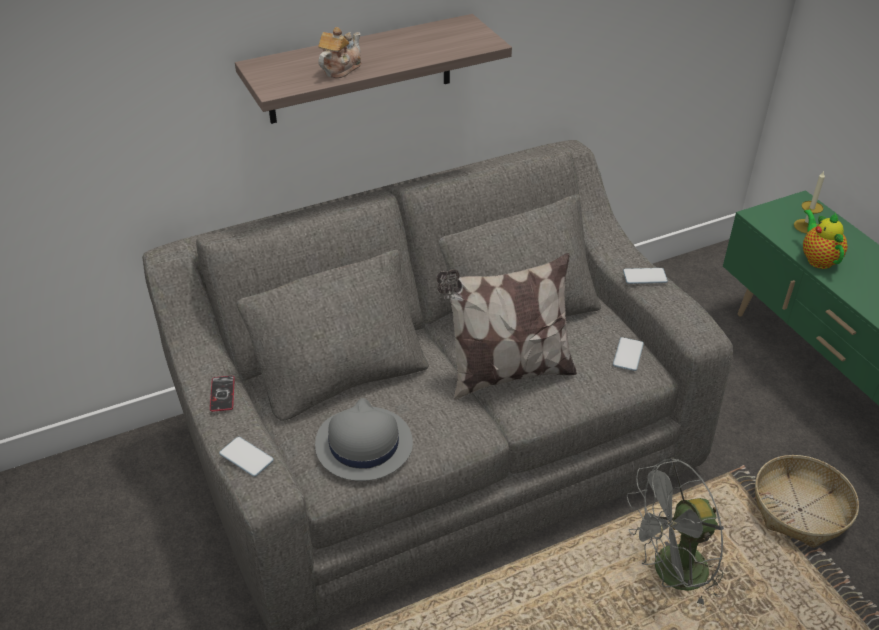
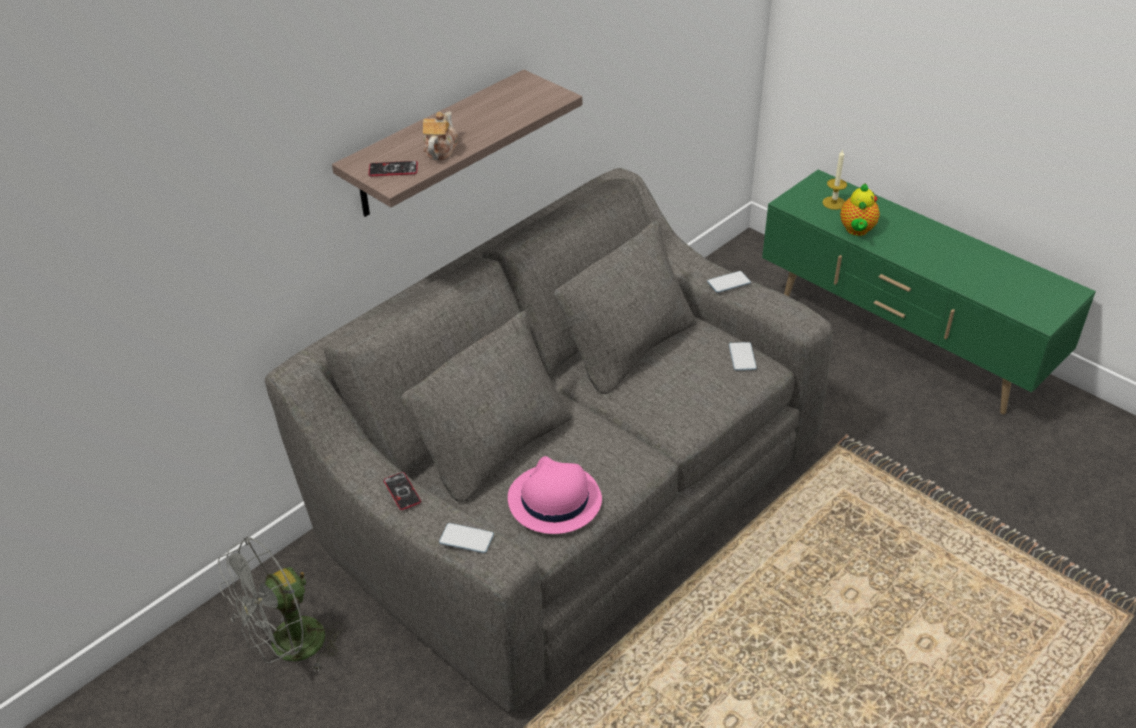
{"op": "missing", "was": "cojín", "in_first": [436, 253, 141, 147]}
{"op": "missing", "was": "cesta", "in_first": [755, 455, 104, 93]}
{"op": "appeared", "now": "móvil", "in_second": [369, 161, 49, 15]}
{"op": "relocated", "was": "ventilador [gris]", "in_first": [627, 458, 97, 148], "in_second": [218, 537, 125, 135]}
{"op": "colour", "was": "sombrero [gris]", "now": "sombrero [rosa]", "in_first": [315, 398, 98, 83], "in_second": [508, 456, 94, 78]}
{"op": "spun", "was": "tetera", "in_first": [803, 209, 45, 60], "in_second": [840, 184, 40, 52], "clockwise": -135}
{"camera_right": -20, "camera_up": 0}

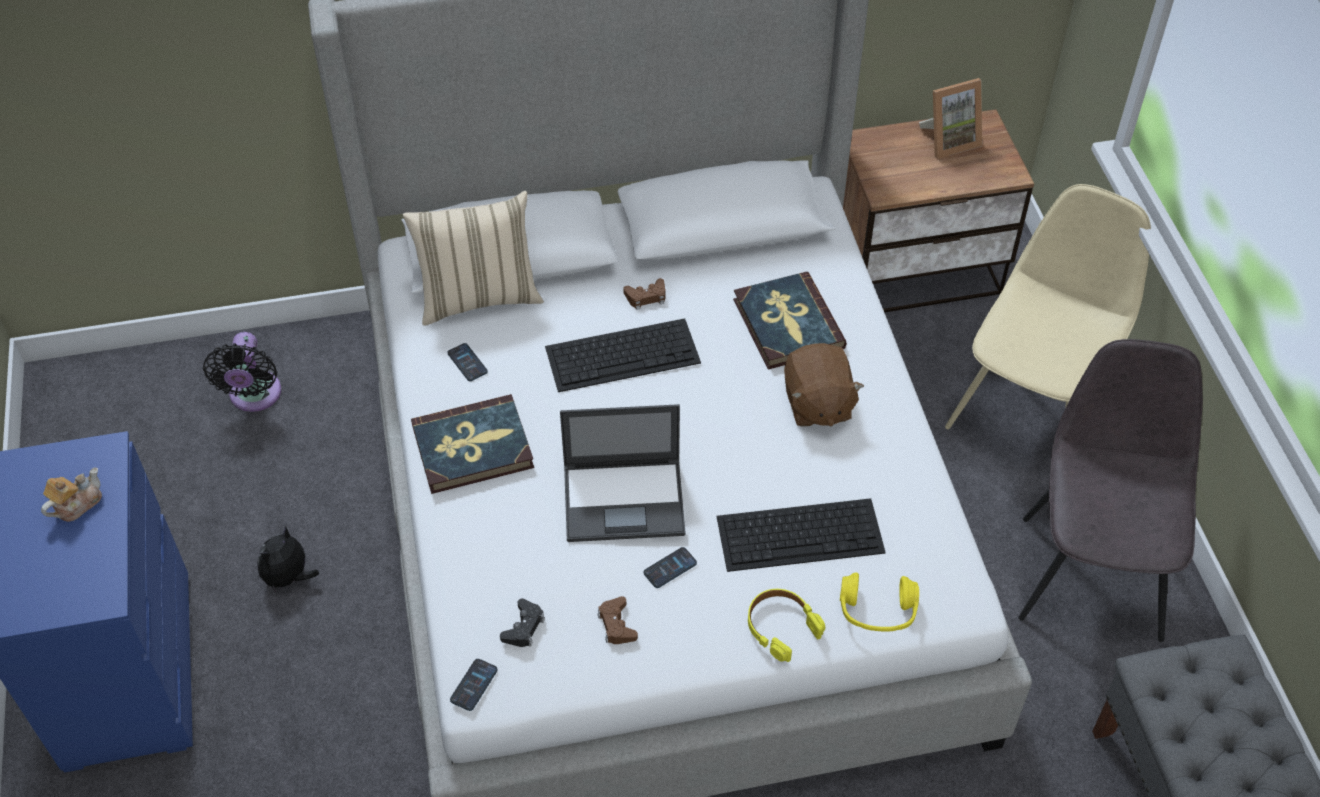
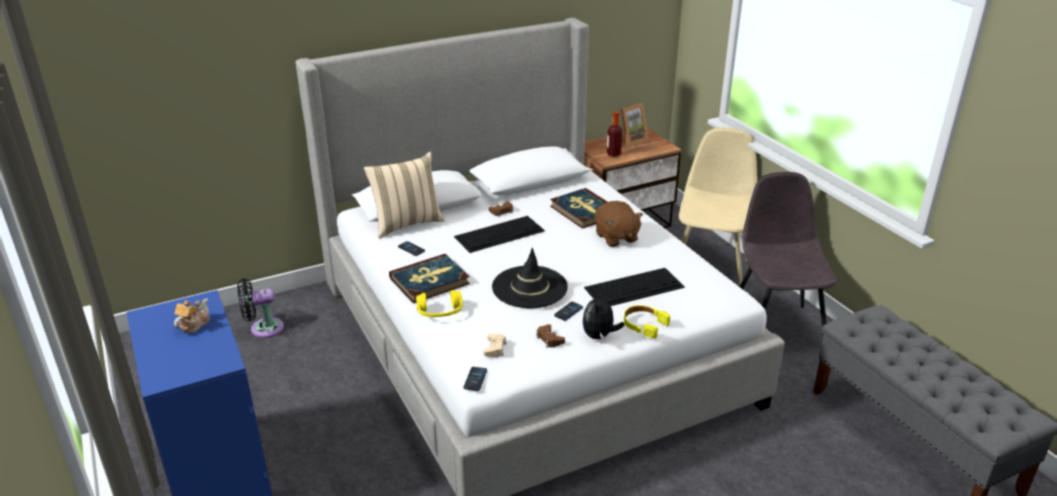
{"op": "appeared", "now": "botella", "in_second": [607, 111, 16, 46]}
{"op": "relocated", "was": "peluche", "in_first": [257, 526, 62, 69], "in_second": [582, 290, 42, 51]}
{"op": "relocated", "was": "auriculares [amarillo]", "in_first": [840, 572, 79, 59], "in_second": [416, 290, 47, 27]}
{"op": "exchanged", "was": "portátil", "now": "sombrero [negro]", "in_first": [560, 404, 126, 138], "in_second": [492, 248, 76, 60]}
{"op": "colour", "was": "mando de consola [negro]", "now": "mando de consola [beis]", "in_first": [500, 599, 45, 48], "in_second": [483, 334, 23, 23]}
{"op": "spun", "was": "ventilador [negro]", "in_first": [203, 332, 78, 80], "in_second": [237, 278, 47, 60], "clockwise": 90}
{"camera_right": -15, "camera_up": -20}

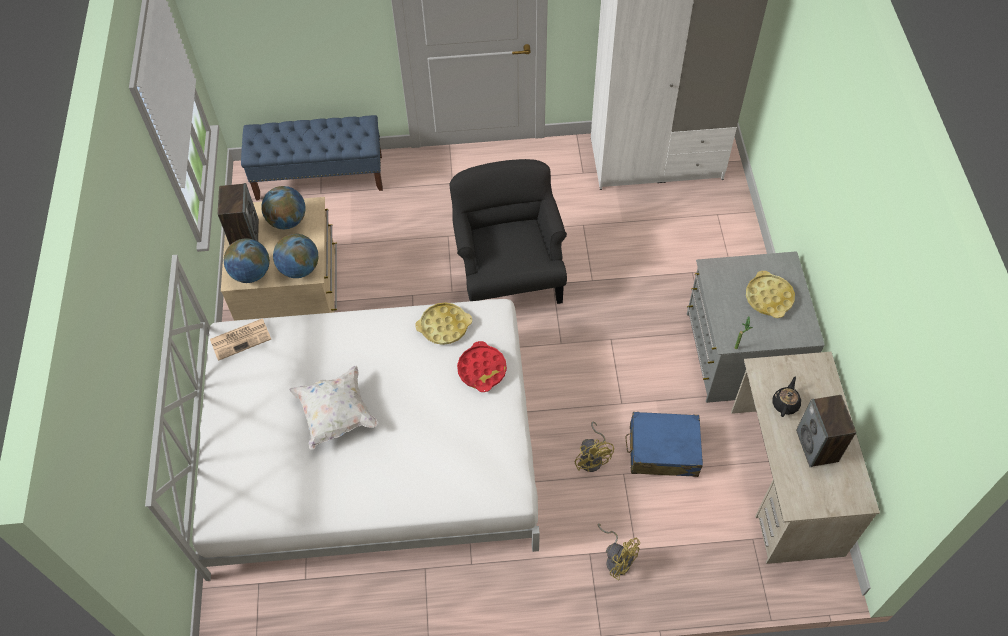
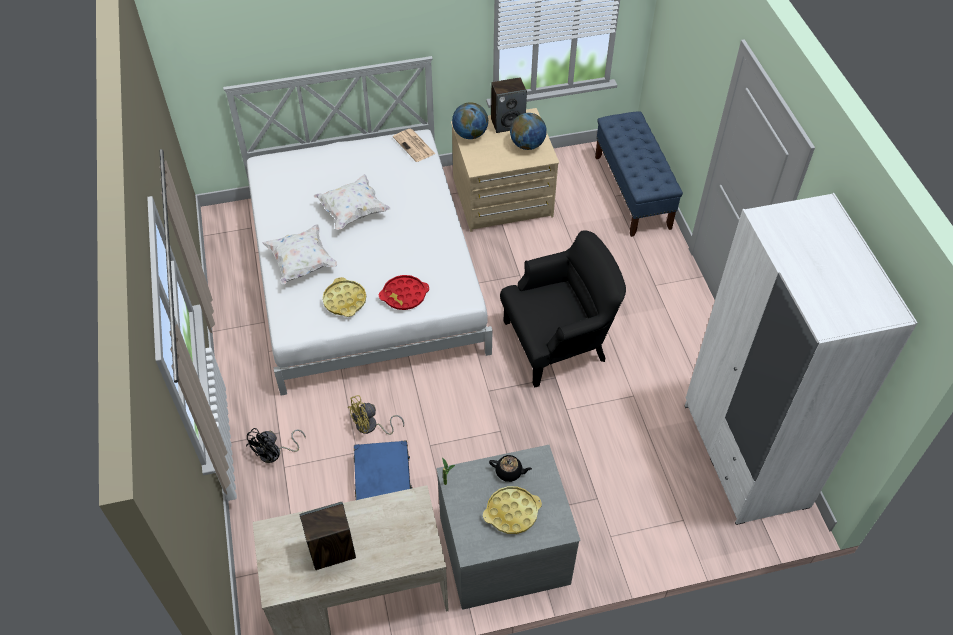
{"op": "missing", "was": "globo terráqueo", "in_first": [273, 234, 46, 44]}
{"op": "appeared", "now": "cojín [blanco]", "in_second": [262, 224, 75, 60]}
{"op": "relocated", "was": "bandeja [amarillo]", "in_first": [415, 302, 57, 43], "in_second": [322, 277, 44, 40]}
{"op": "relocated", "was": "tetera [negro]", "in_first": [772, 377, 29, 40], "in_second": [489, 455, 43, 27]}
{"op": "colour", "was": "ventilador [amarillo]", "now": "ventilador [negro]", "in_first": [598, 523, 42, 58], "in_second": [246, 428, 60, 35]}
{"camera_right": 80, "camera_up": -5}

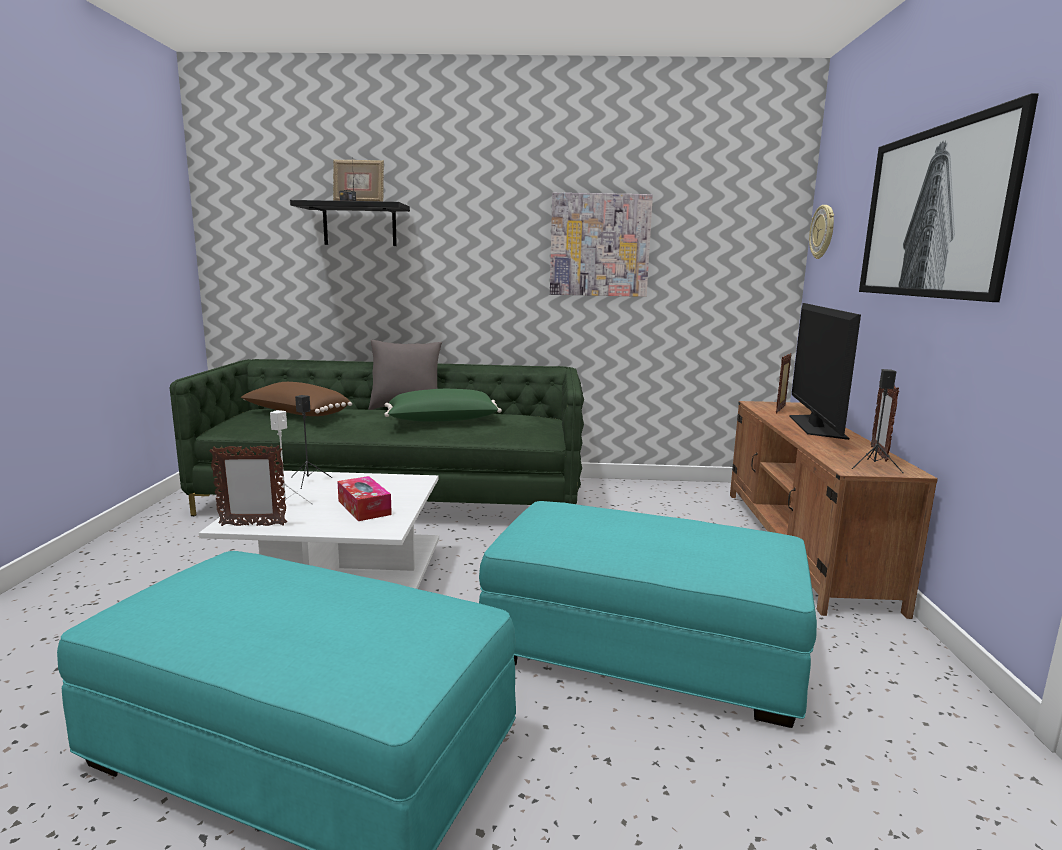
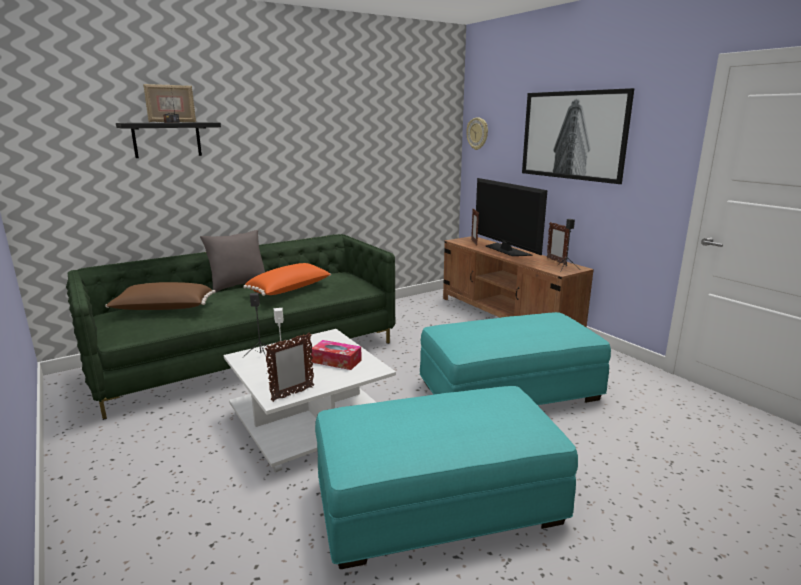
{"op": "missing", "was": "cuadro", "in_first": [550, 193, 103, 104]}
{"op": "colour", "was": "cojín [verde]", "now": "cojín [naranja]", "in_first": [384, 389, 118, 33], "in_second": [243, 263, 88, 33]}
{"camera_right": -35, "camera_up": 5}

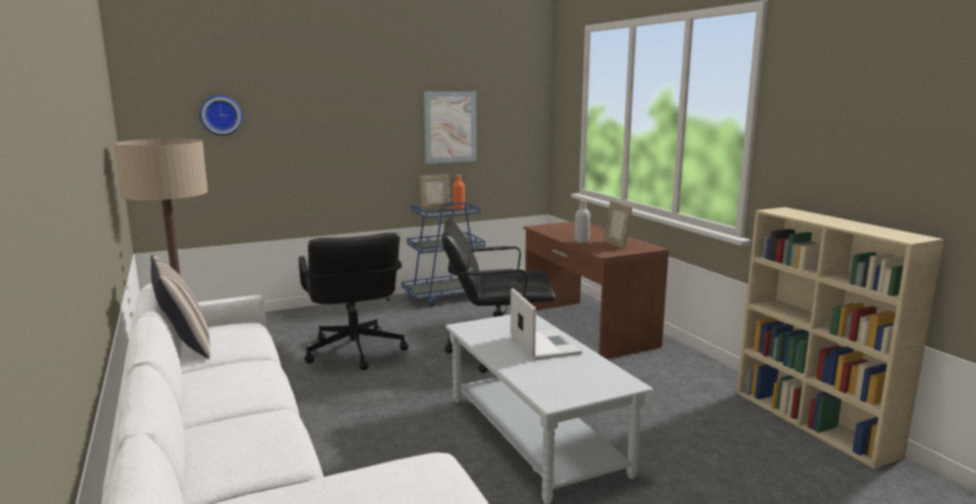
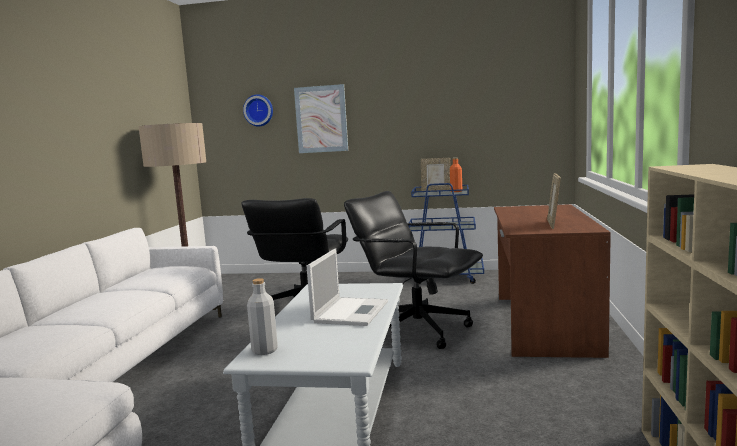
{"op": "missing", "was": "cojín", "in_first": [151, 255, 59, 104]}
{"op": "relocated", "was": "cuadro", "in_first": [424, 91, 53, 73], "in_second": [294, 84, 54, 69]}
{"op": "relocated", "was": "botella [gris]", "in_first": [574, 201, 16, 42], "in_second": [247, 278, 31, 77]}
{"camera_right": 35, "camera_up": -5}

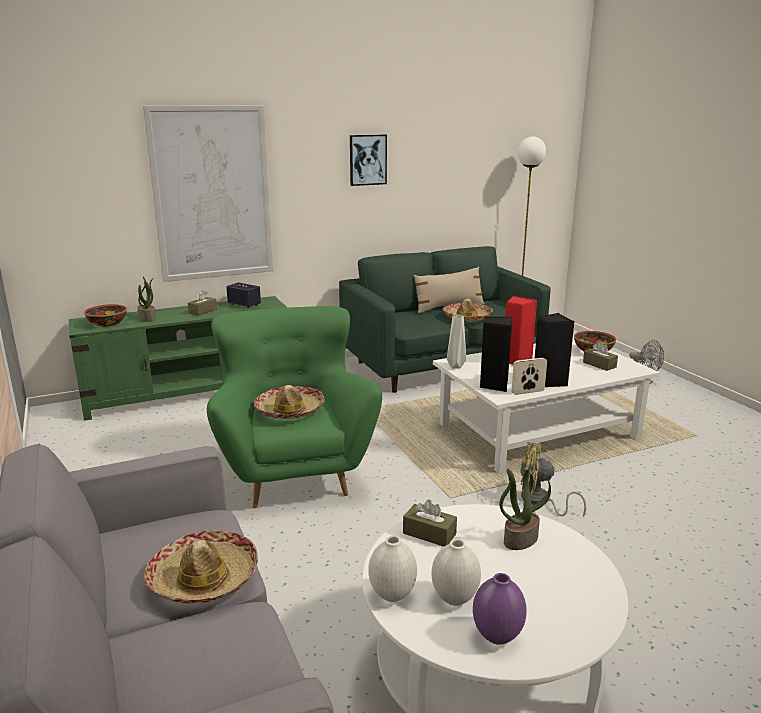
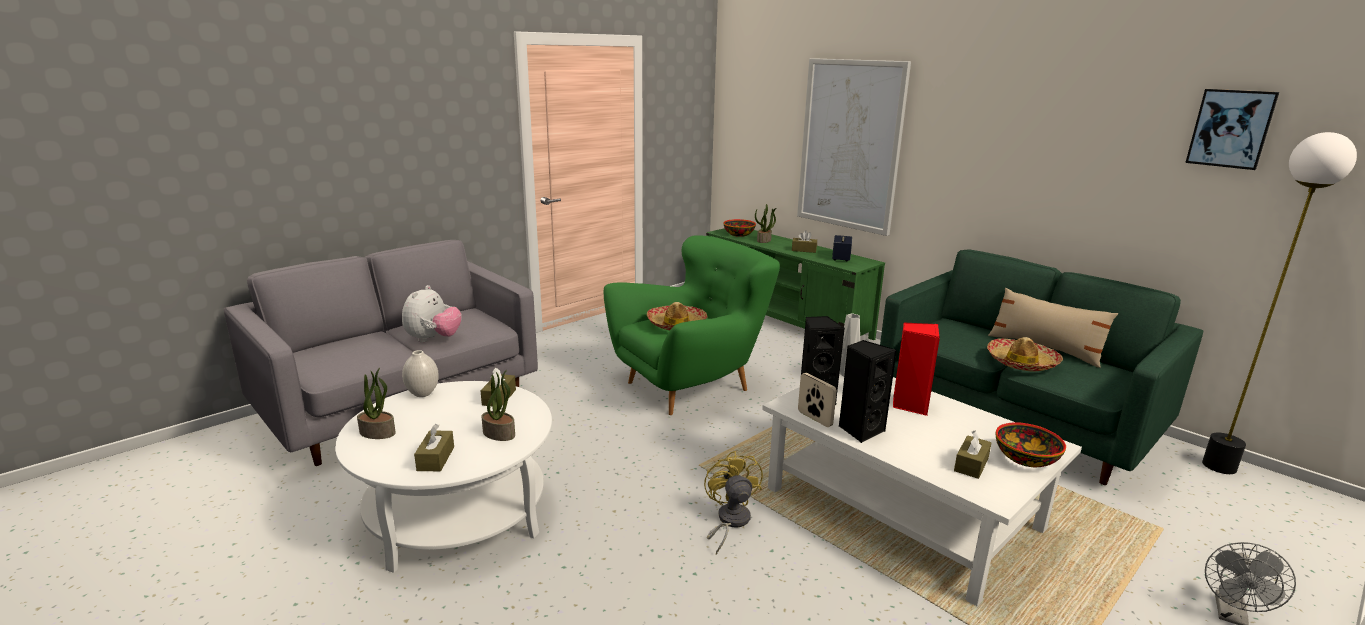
{"op": "missing", "was": "florero [blanco]", "in_first": [432, 539, 49, 67]}
{"op": "appeared", "now": "caja de pañuelos [marrón]", "in_second": [414, 424, 40, 47]}
{"op": "relocated", "was": "cuadro", "in_first": [350, 135, 37, 51], "in_second": [1185, 89, 94, 81]}
{"op": "exchanged", "was": "sombrero", "now": "peluche", "in_first": [144, 530, 114, 74], "in_second": [402, 285, 60, 58]}
{"op": "exchanged", "was": "florero [morado]", "now": "planta en maceta", "in_first": [473, 573, 54, 72], "in_second": [357, 368, 39, 71]}
{"camera_right": 70, "camera_up": 0}

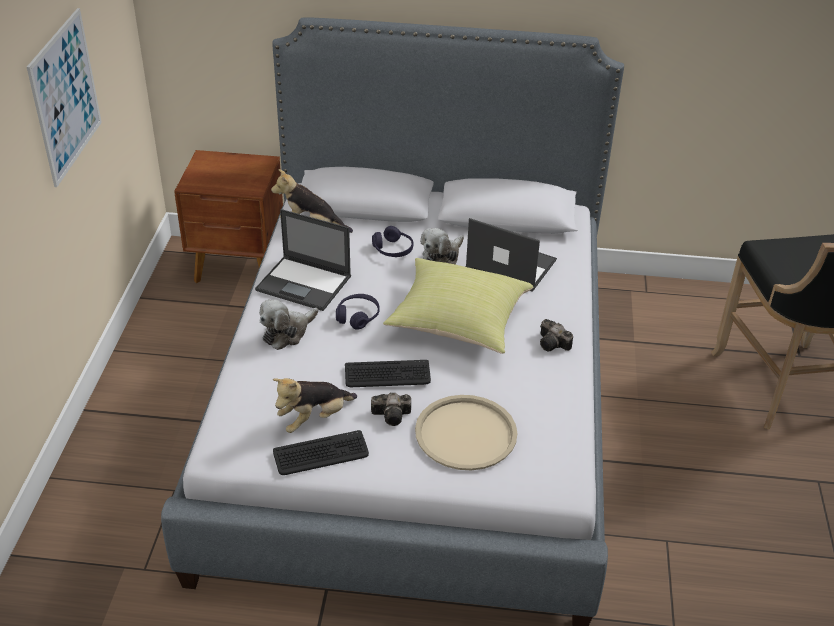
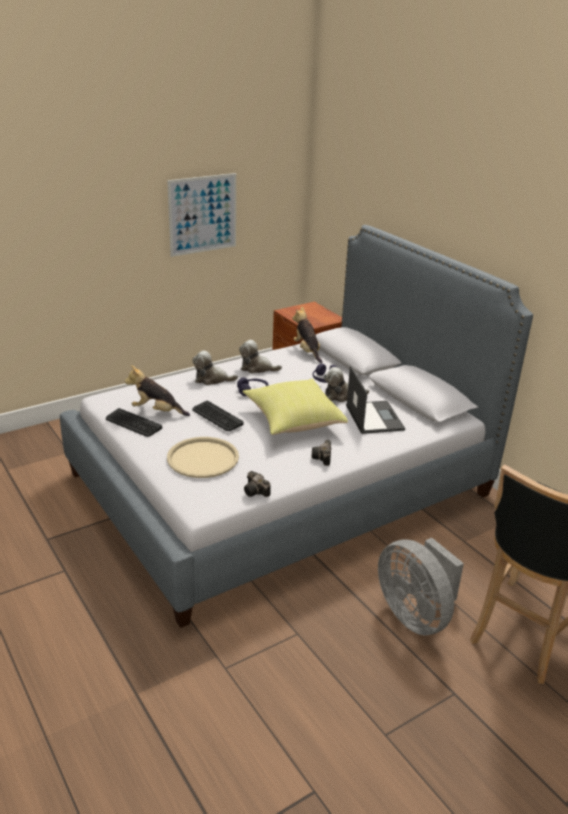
{"op": "appeared", "now": "ventilador [gris]", "in_second": [378, 538, 86, 97]}
{"op": "relocated", "was": "cámara", "in_first": [371, 393, 40, 33], "in_second": [244, 471, 26, 26]}
{"op": "exchanged", "was": "portátil", "now": "peluche", "in_first": [255, 209, 96, 102], "in_second": [239, 340, 43, 33]}
{"camera_right": 50, "camera_up": -10}

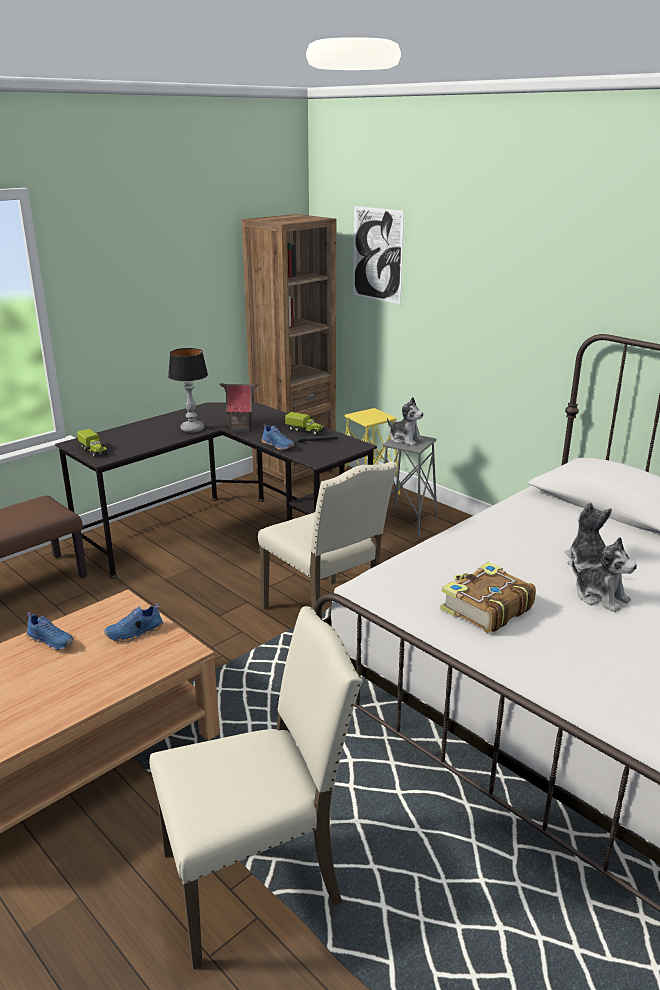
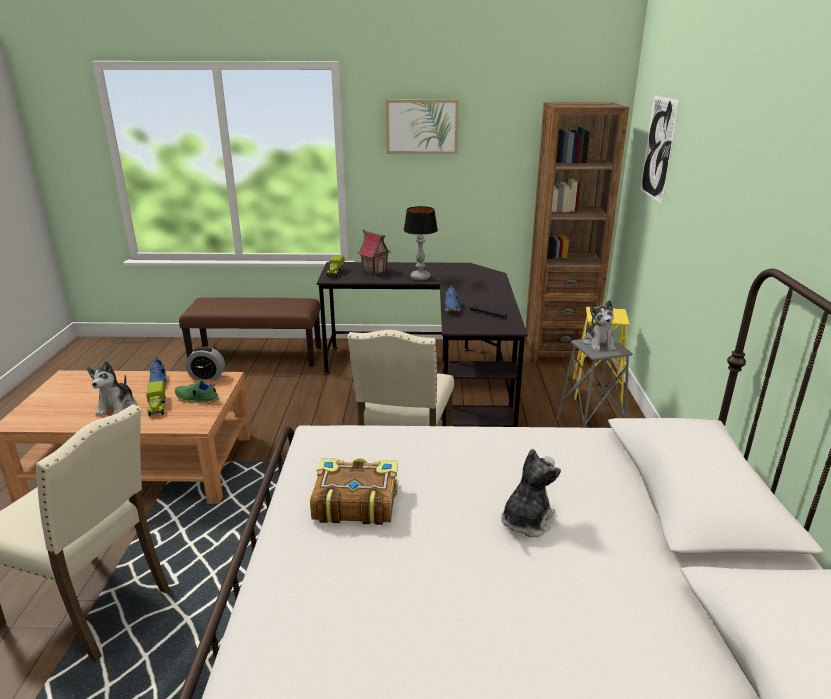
{"op": "appeared", "now": "despertador", "in_second": [186, 346, 39, 34]}
{"op": "appeared", "now": "cuadro", "in_second": [386, 99, 73, 55]}
{"op": "relocated", "was": "casita", "in_first": [220, 383, 39, 49], "in_second": [358, 230, 33, 45]}
{"op": "relocated", "was": "camión de juguete", "in_first": [285, 412, 40, 24], "in_second": [146, 381, 20, 36]}
{"op": "relocated", "was": "peluche", "in_first": [572, 537, 65, 75], "in_second": [87, 361, 48, 55]}
{"op": "colour", "was": "zapato [azul]", "now": "zapato [verde]", "in_first": [104, 603, 59, 39], "in_second": [175, 380, 44, 24]}
{"camera_right": 45, "camera_up": 0}

